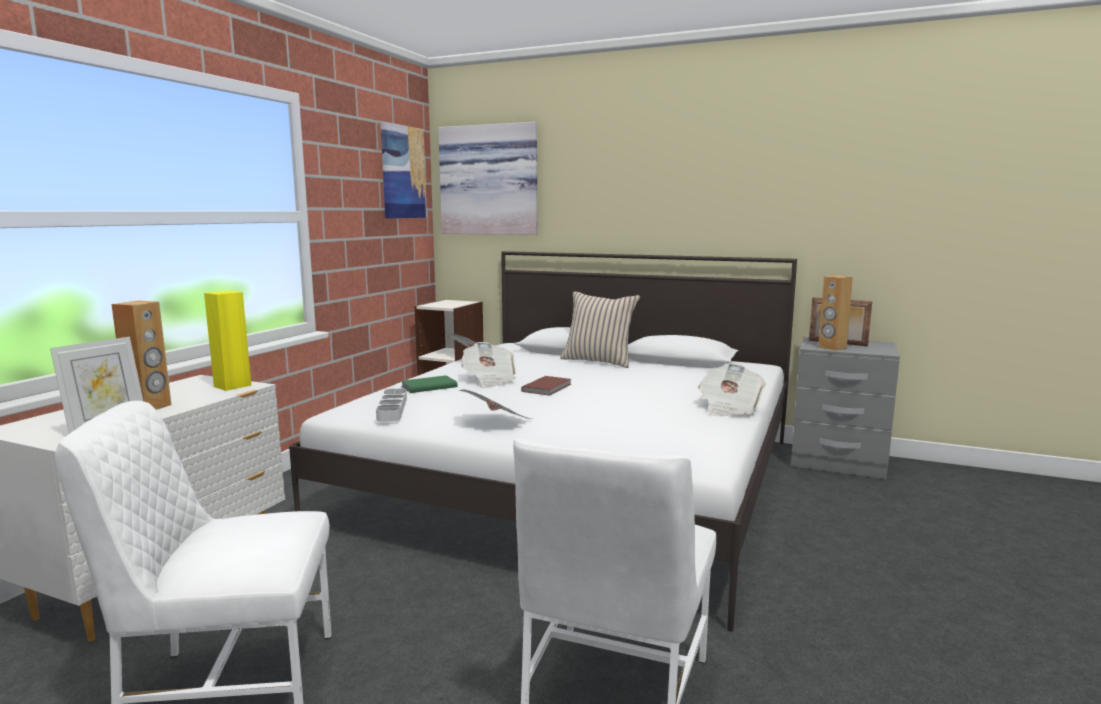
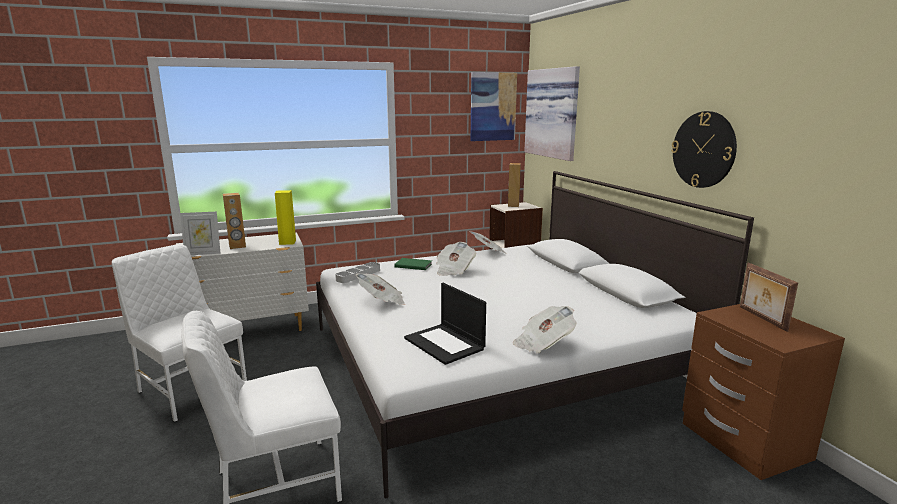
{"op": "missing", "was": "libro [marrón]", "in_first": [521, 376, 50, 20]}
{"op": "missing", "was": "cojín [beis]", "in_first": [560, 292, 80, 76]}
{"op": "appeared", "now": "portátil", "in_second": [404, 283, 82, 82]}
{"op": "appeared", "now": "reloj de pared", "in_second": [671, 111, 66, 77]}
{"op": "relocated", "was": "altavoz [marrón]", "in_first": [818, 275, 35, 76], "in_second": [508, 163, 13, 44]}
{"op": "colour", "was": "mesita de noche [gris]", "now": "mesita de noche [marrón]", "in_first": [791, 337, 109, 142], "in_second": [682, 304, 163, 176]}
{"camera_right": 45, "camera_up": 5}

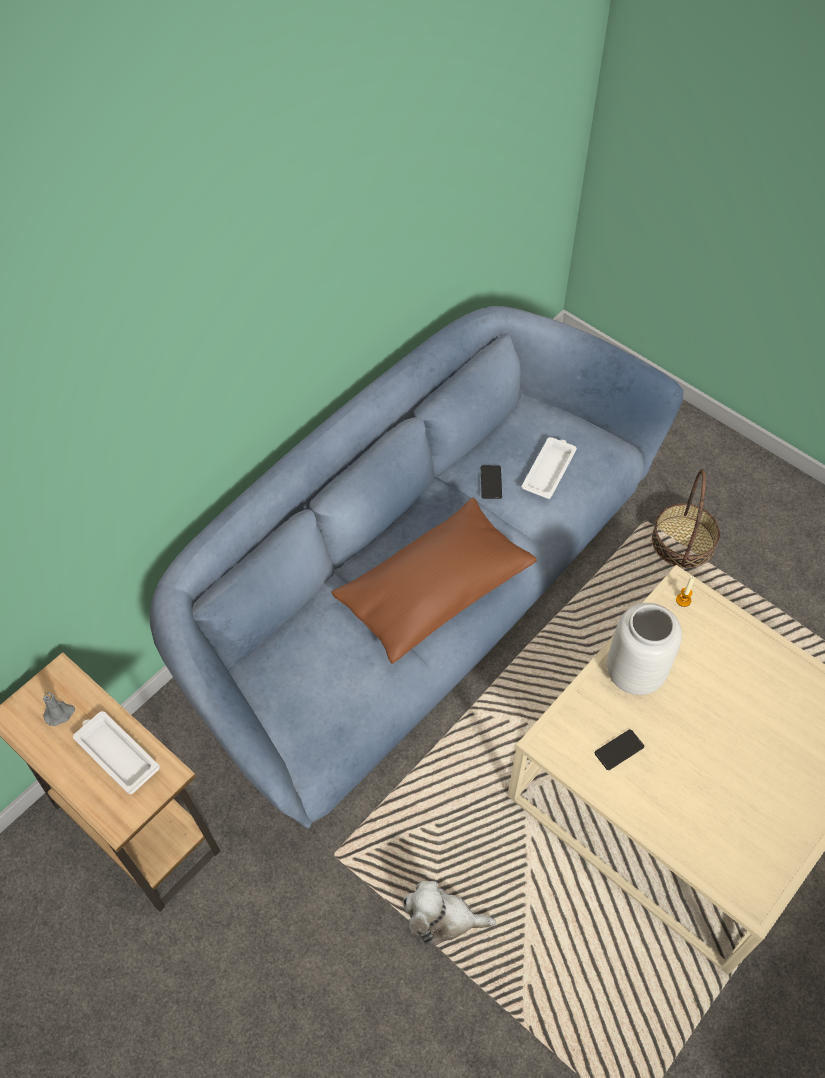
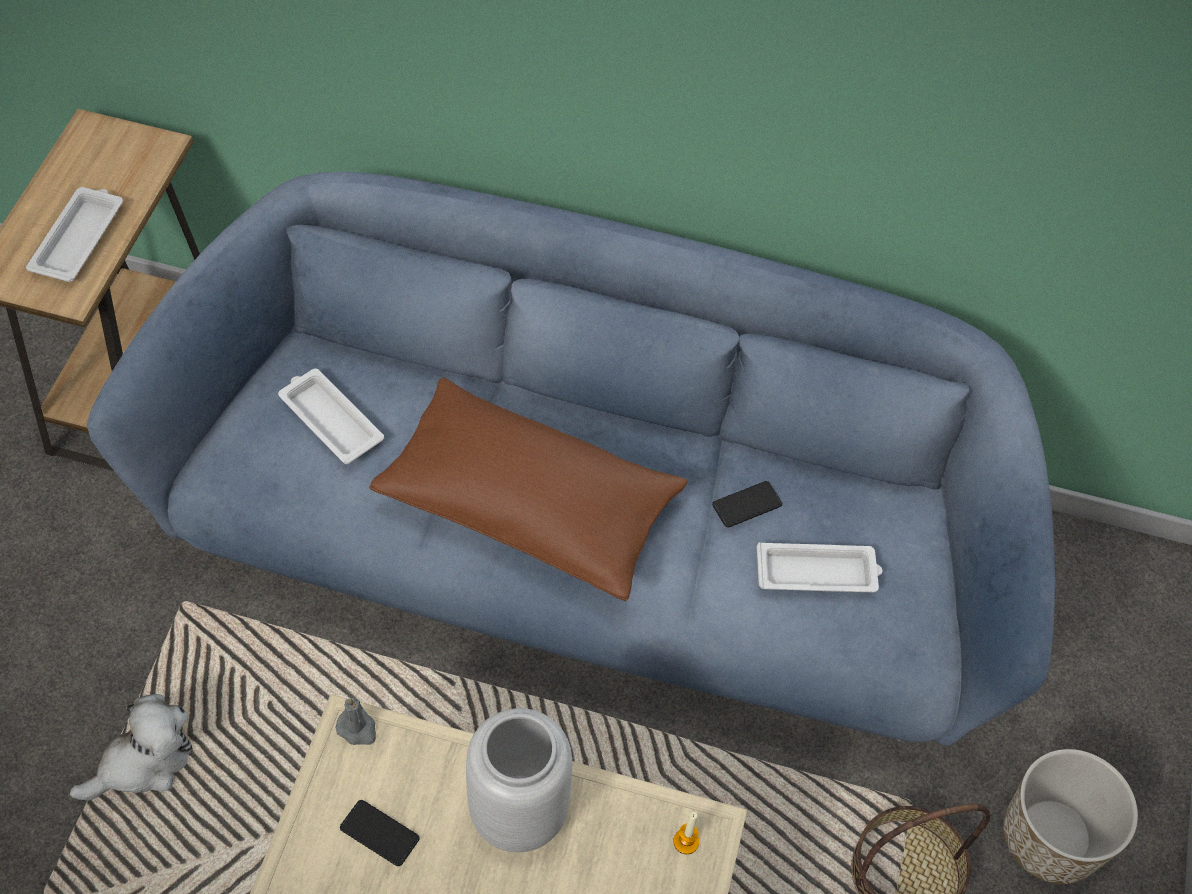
{"op": "appeared", "now": "bandeja [blanco]", "in_second": [278, 369, 106, 95]}
{"op": "appeared", "now": "maceta", "in_second": [1003, 749, 135, 135]}
{"op": "relocated", "was": "vela [gris]", "in_first": [43, 692, 32, 34], "in_second": [336, 698, 40, 47]}
{"op": "spun", "was": "peluche", "in_first": [403, 881, 93, 65], "in_second": [70, 694, 123, 107], "clockwise": 75}
{"camera_right": 60, "camera_up": 0}

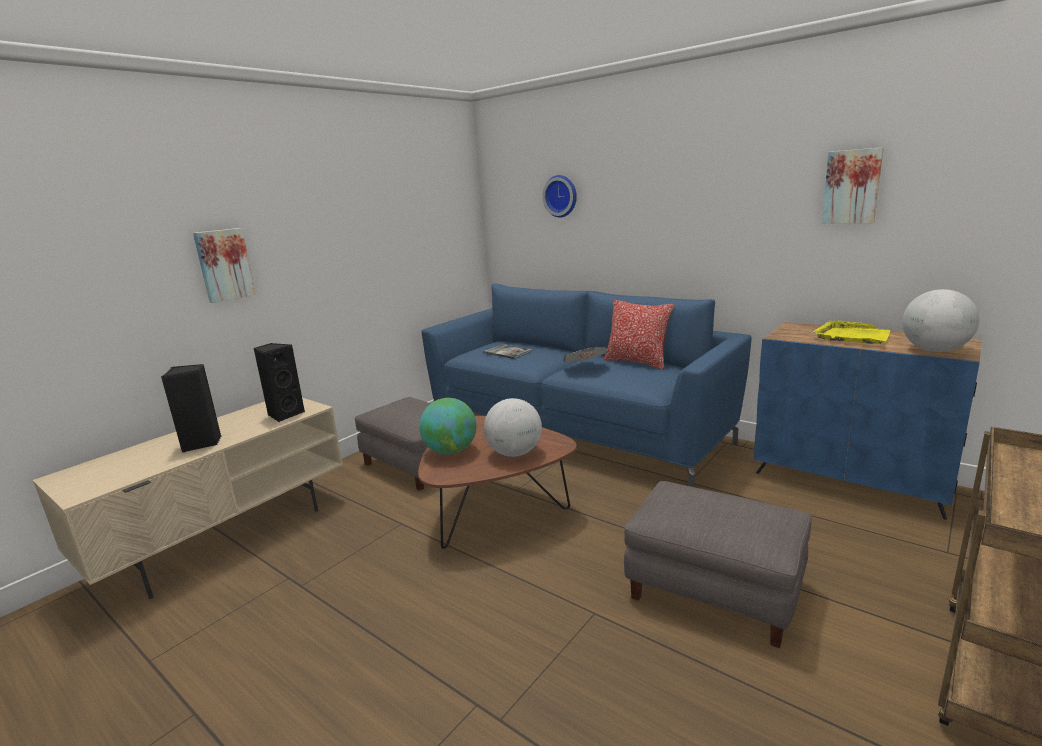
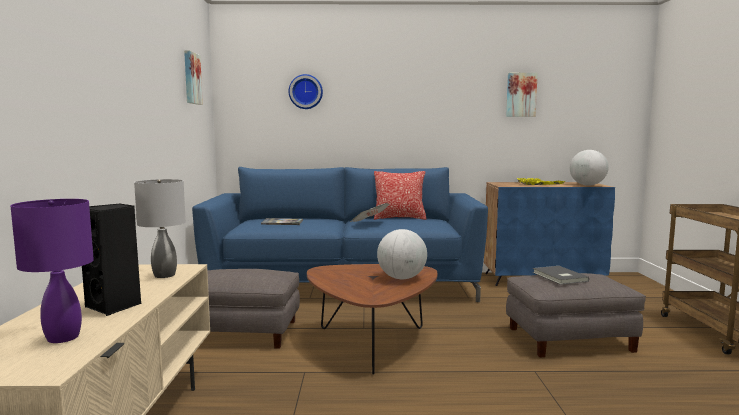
{"op": "missing", "was": "globo terráqueo", "in_first": [419, 398, 57, 57]}
{"op": "appeared", "now": "lámpara de mesa [morado]", "in_second": [10, 199, 84, 144]}
{"op": "appeared", "now": "libro [gris]", "in_second": [532, 266, 57, 19]}
{"op": "relocated", "was": "cuadro", "in_first": [193, 228, 63, 75], "in_second": [184, 50, 19, 55]}
{"op": "exchanged", "was": "altavoz [negro]", "now": "lámpara de mesa [gris]", "in_first": [253, 343, 52, 79], "in_second": [134, 179, 52, 99]}
{"camera_right": -40, "camera_up": -10}

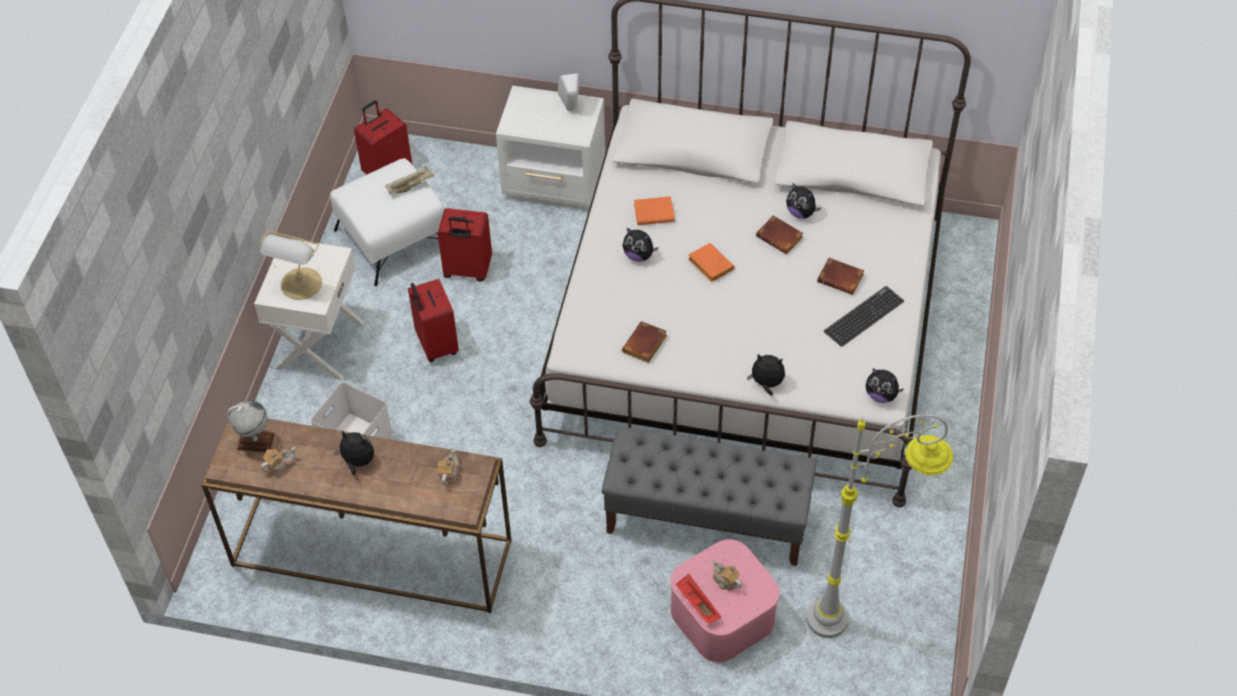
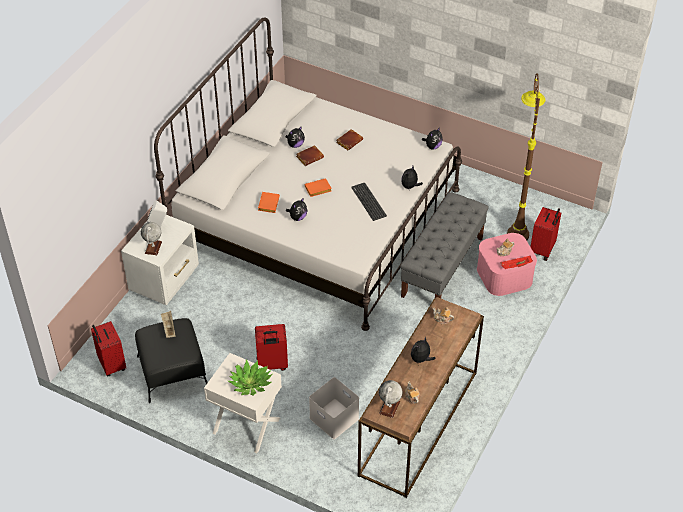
{"op": "missing", "was": "libro [marrón]", "in_first": [622, 321, 45, 42]}
{"op": "appeared", "now": "globo terráqueo", "in_second": [141, 222, 21, 33]}
{"op": "relocated", "was": "maleta [rojo]", "in_first": [438, 208, 54, 74], "in_second": [530, 207, 31, 54]}
{"op": "relocated", "was": "teclado", "in_first": [824, 286, 80, 61], "in_second": [351, 183, 36, 38]}
{"op": "exchanged", "was": "lámpara de mesa", "now": "planta en maceta", "in_first": [260, 231, 62, 69], "in_second": [229, 360, 43, 36]}
{"op": "colour", "was": "puf [blanco]", "now": "puf [negro]", "in_first": [330, 158, 114, 128], "in_second": [135, 318, 73, 85]}
{"op": "colour", "was": "lámpara de pie [gris]", "now": "lámpara de pie [marrón]", "in_first": [807, 414, 146, 224], "in_second": [507, 73, 38, 167]}
{"camera_right": -75, "camera_up": -5}

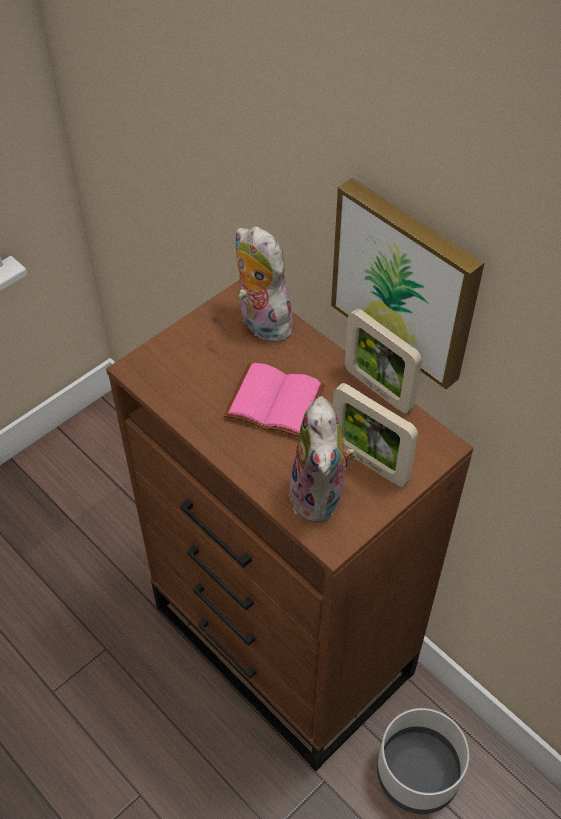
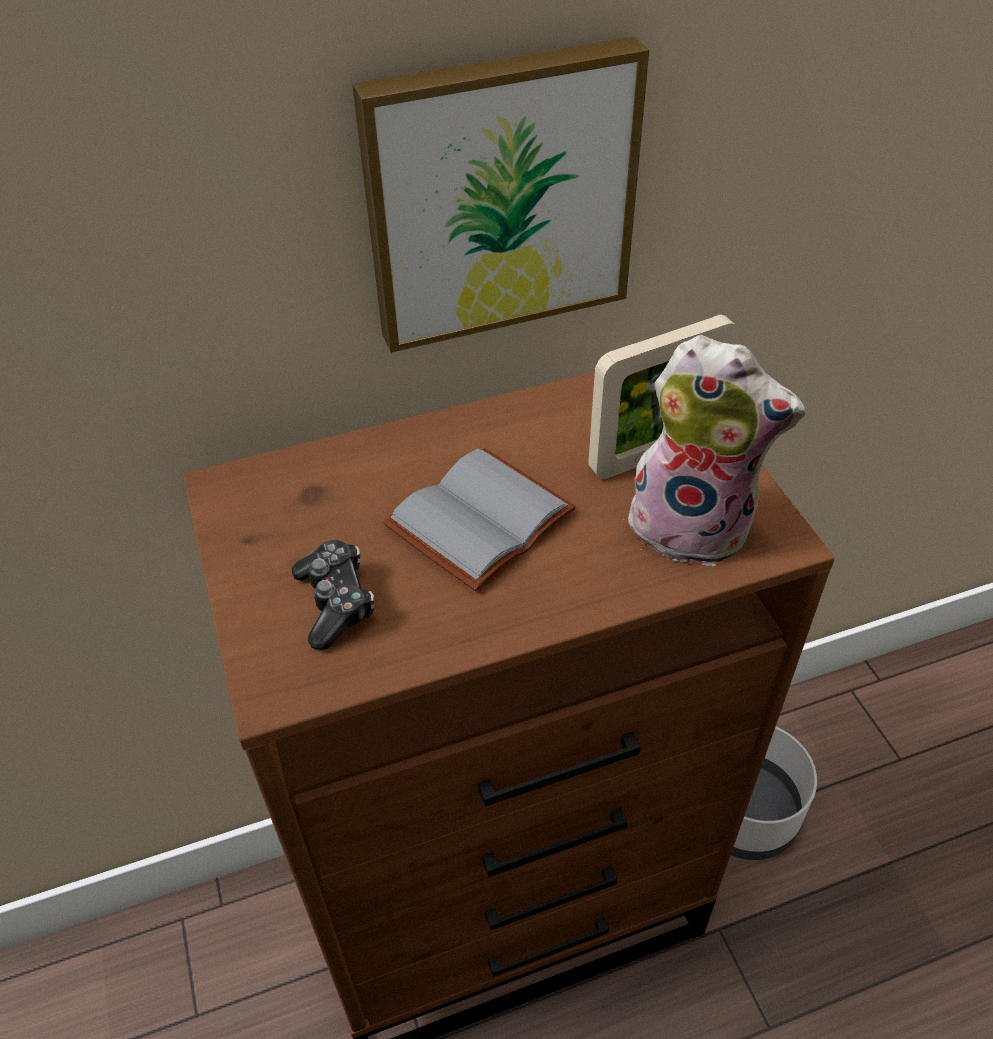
{"op": "missing", "was": "peluche", "in_first": [236, 226, 61, 117]}
{"op": "missing", "was": "portarretratos", "in_first": [345, 309, 77, 105]}
{"op": "appeared", "now": "mando de consola", "in_second": [292, 540, 82, 110]}
{"op": "colour", "was": "libro [rosa]", "now": "libro [gris]", "in_first": [223, 363, 102, 74], "in_second": [383, 448, 193, 143]}
{"camera_right": -65, "camera_up": -5}

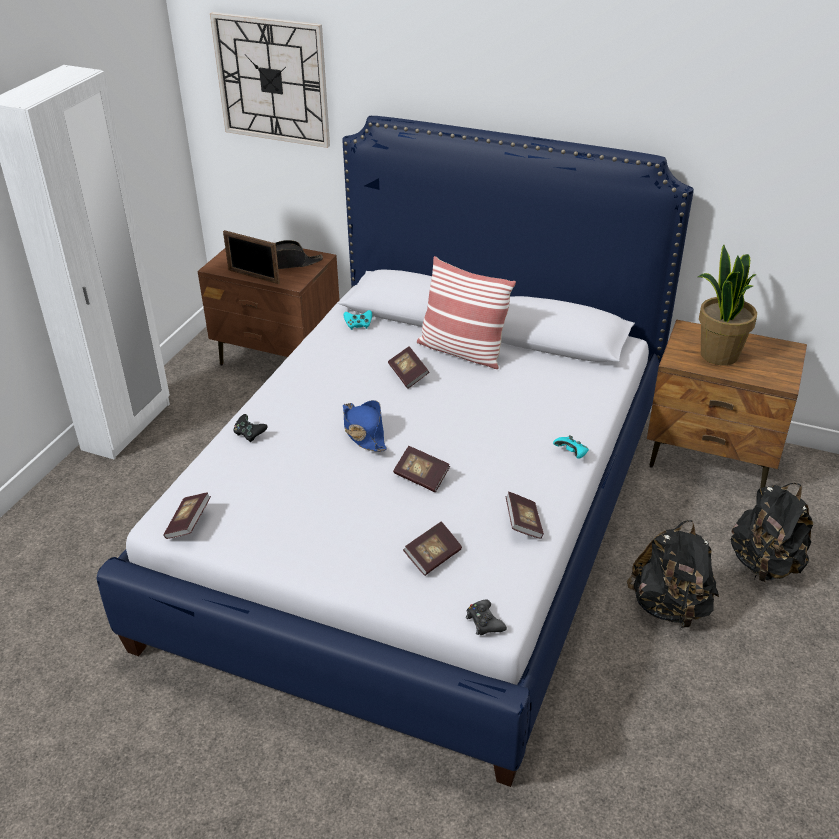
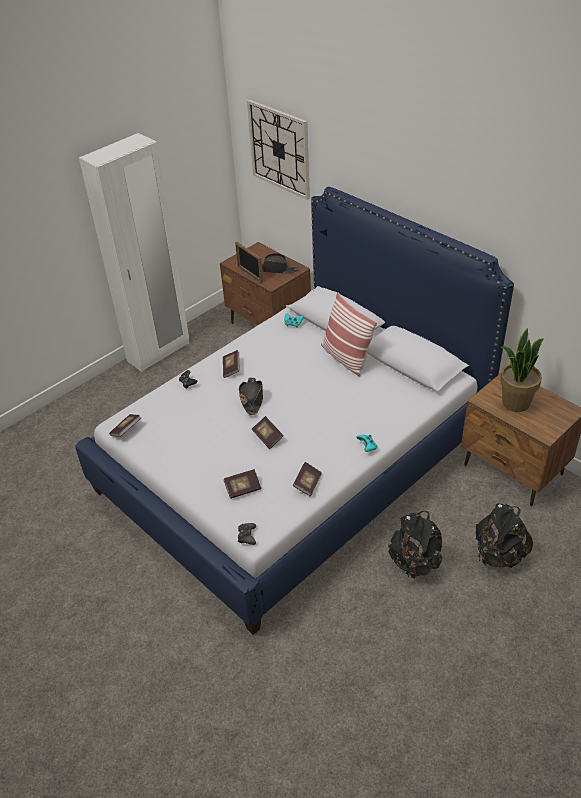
{"op": "relocated", "was": "libro", "in_first": [388, 346, 41, 43], "in_second": [223, 350, 17, 28]}
{"op": "colour", "was": "sombrero [azul]", "now": "sombrero [negro]", "in_first": [343, 400, 44, 52], "in_second": [239, 378, 24, 37]}
{"camera_right": 25, "camera_up": 5}

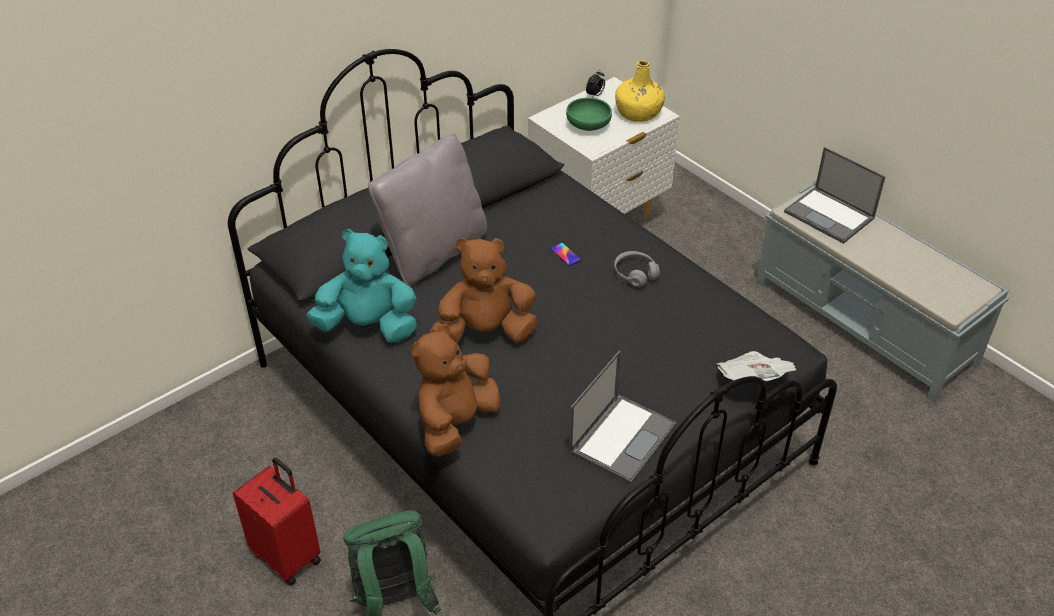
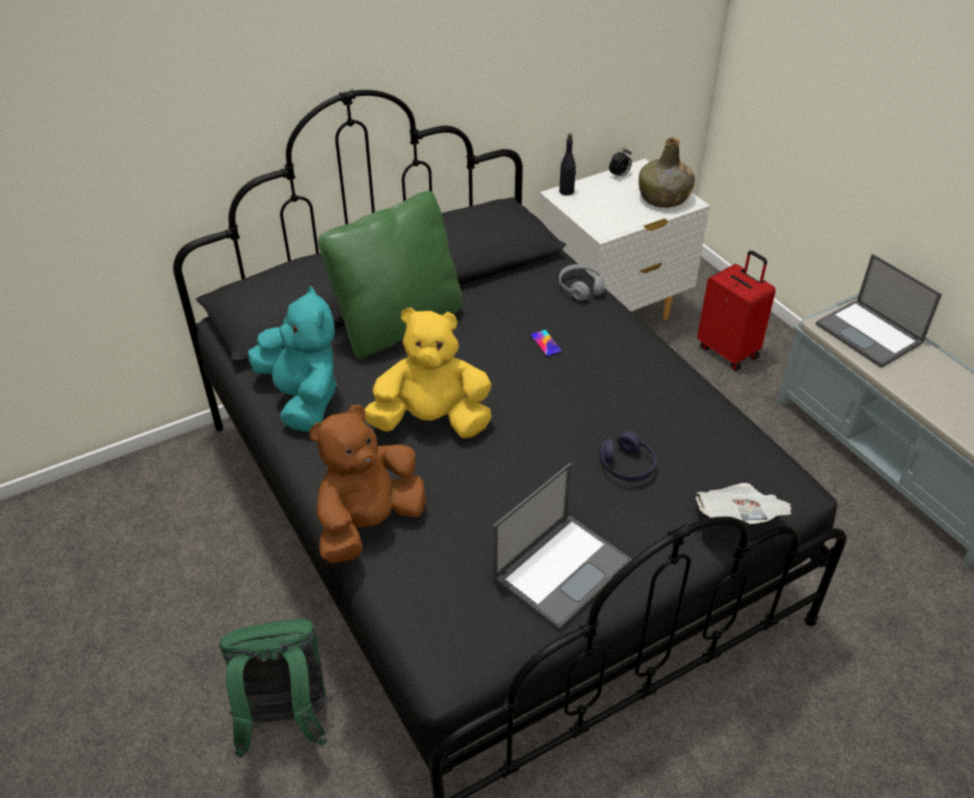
{"op": "missing", "was": "cuenco [verde]", "in_first": [566, 97, 46, 34]}
{"op": "appeared", "now": "botella [negro]", "in_second": [559, 133, 17, 63]}
{"op": "appeared", "now": "auriculares [morado]", "in_second": [600, 432, 57, 50]}
{"op": "relocated", "was": "maleta [rojo]", "in_first": [233, 457, 88, 129], "in_second": [697, 250, 79, 121]}
{"op": "relocated", "was": "auriculares [gris]", "in_first": [614, 251, 46, 36], "in_second": [559, 264, 46, 37]}
{"op": "colour", "was": "cojín [gris]", "now": "cojín [verde]", "in_first": [368, 134, 119, 152], "in_second": [318, 191, 145, 168]}
{"op": "colour", "was": "peluche [marrón]", "now": "peluche [amarillo]", "in_first": [430, 238, 108, 105], "in_second": [364, 307, 128, 131]}
{"op": "colour", "was": "botella [amarillo]", "now": "botella [verde]", "in_first": [615, 60, 50, 62], "in_second": [639, 137, 56, 71]}
{"op": "spun", "was": "peluche [turquesa]", "in_first": [306, 229, 111, 114], "in_second": [248, 285, 89, 147], "clockwise": 45}
{"camera_right": 10, "camera_up": 0}

